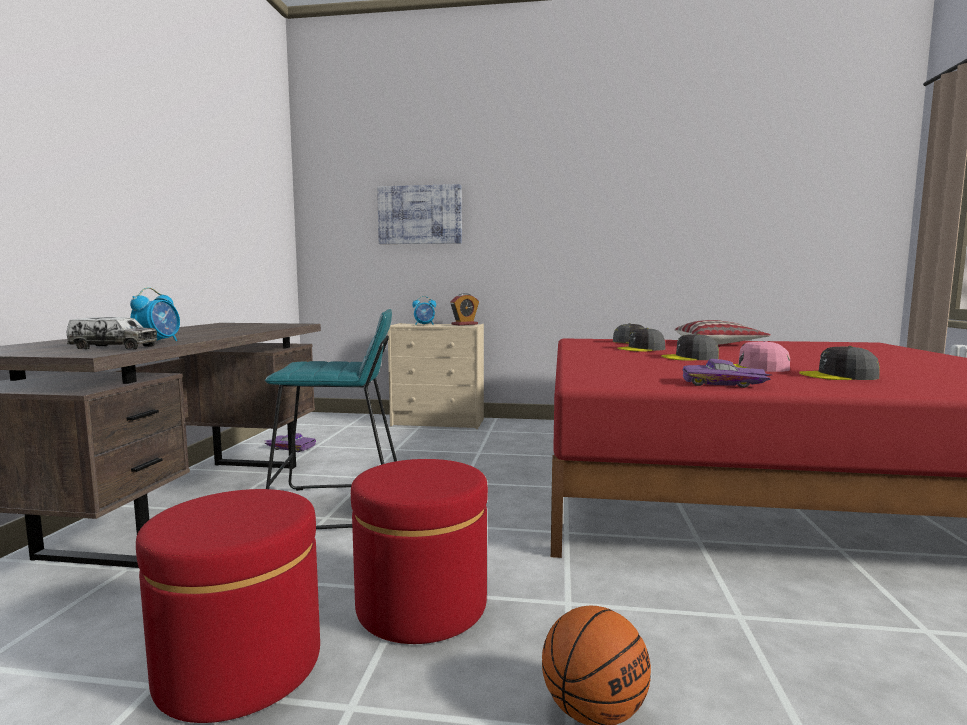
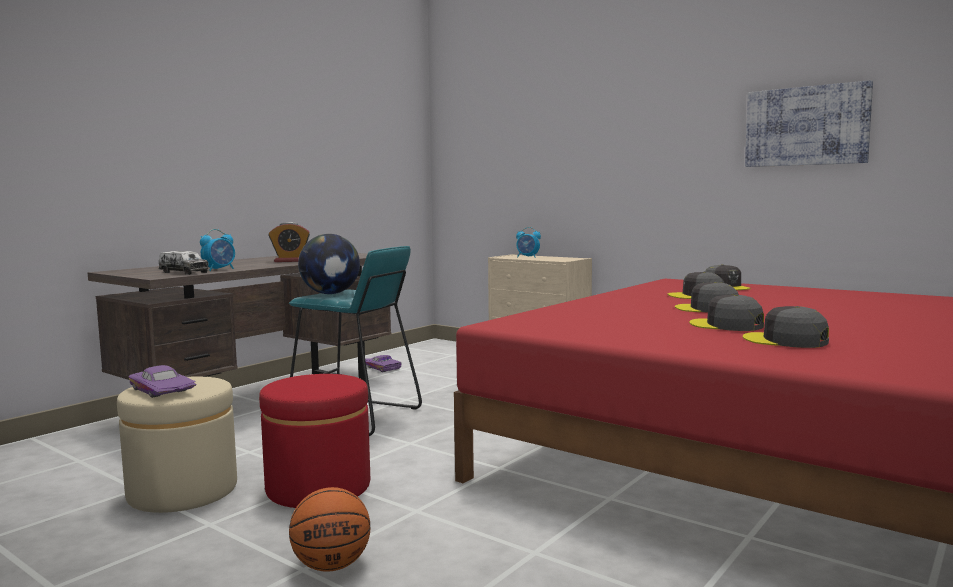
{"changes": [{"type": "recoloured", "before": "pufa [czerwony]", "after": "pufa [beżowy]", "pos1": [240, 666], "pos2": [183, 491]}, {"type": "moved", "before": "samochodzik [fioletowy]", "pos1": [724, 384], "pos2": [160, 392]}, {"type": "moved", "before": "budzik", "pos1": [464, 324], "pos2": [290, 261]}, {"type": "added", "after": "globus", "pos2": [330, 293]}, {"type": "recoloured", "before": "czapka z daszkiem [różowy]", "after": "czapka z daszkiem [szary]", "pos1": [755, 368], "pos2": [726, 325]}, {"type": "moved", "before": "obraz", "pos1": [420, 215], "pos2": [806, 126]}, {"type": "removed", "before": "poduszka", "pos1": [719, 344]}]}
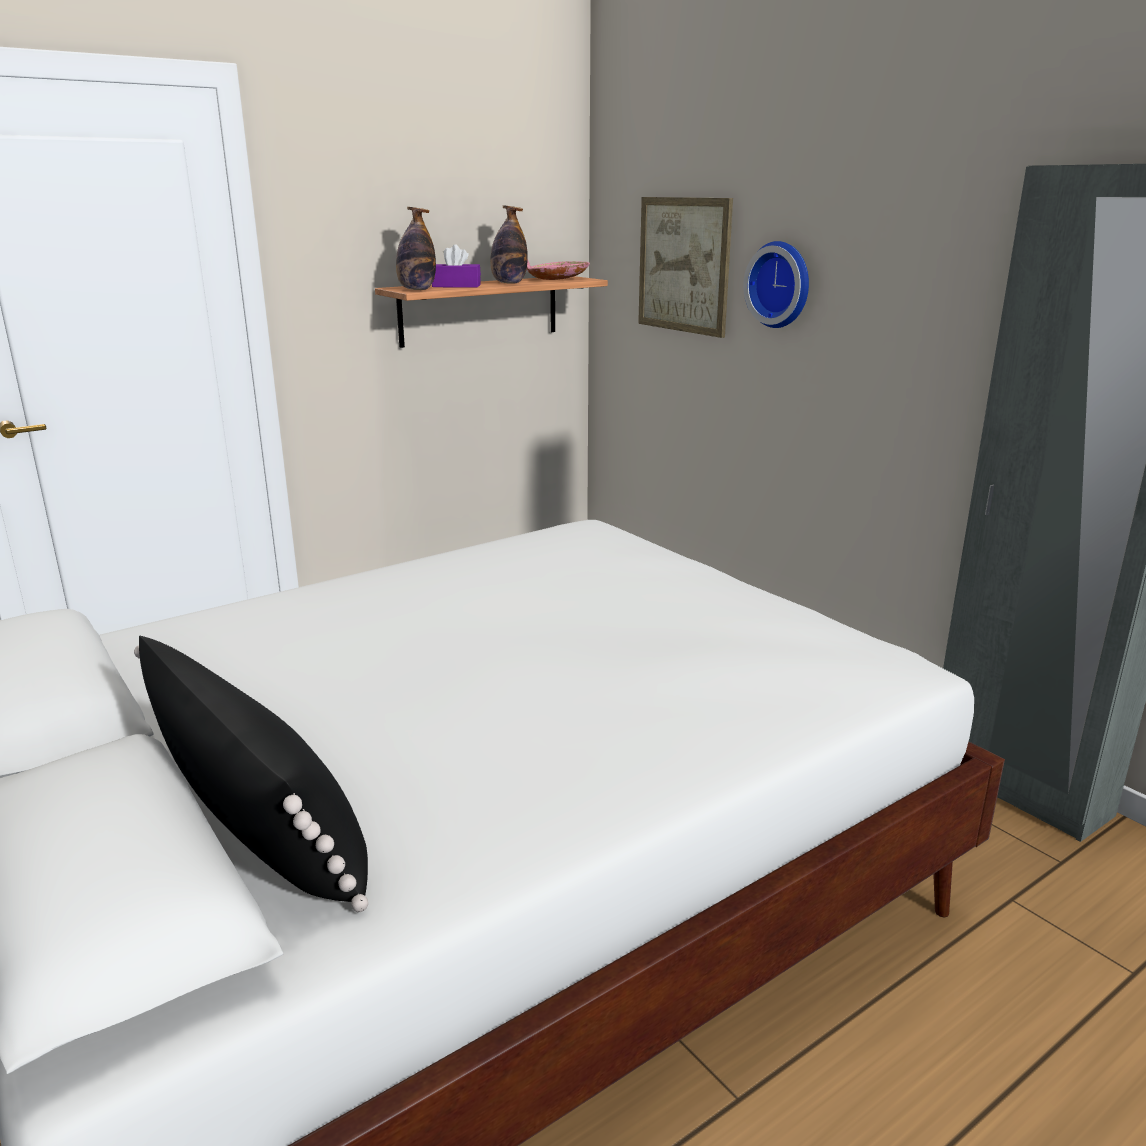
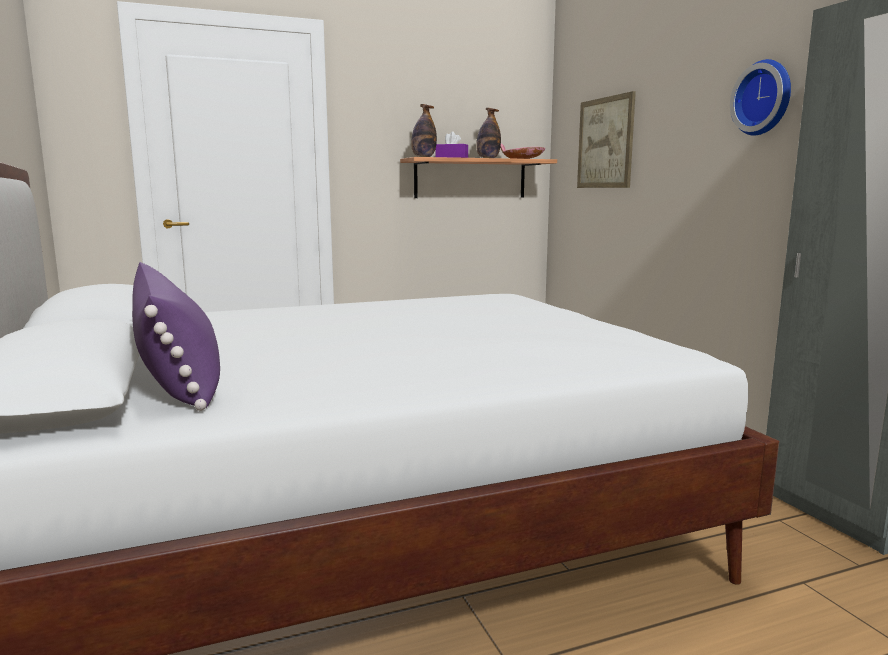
{"changes": [{"type": "recoloured", "before": "poduszka [czarny]", "after": "poduszka [fioletowy]", "pos1": [259, 823], "pos2": [178, 377]}, {"type": "moved", "before": "zegar ścienny", "pos1": [781, 284], "pos2": [765, 98]}]}
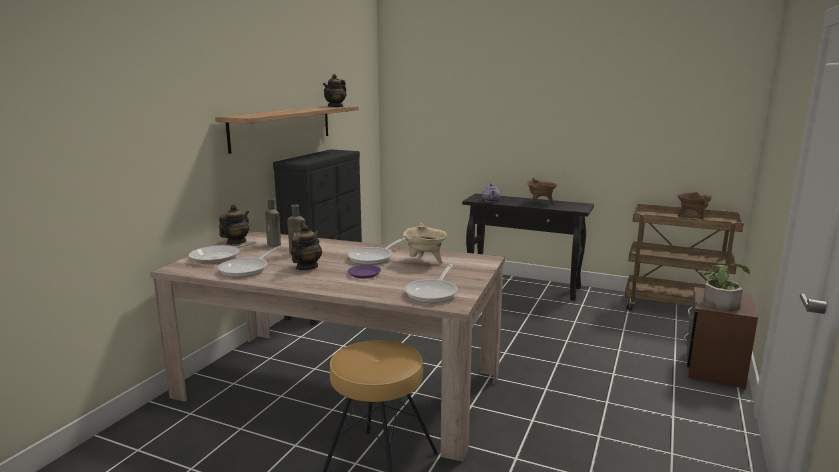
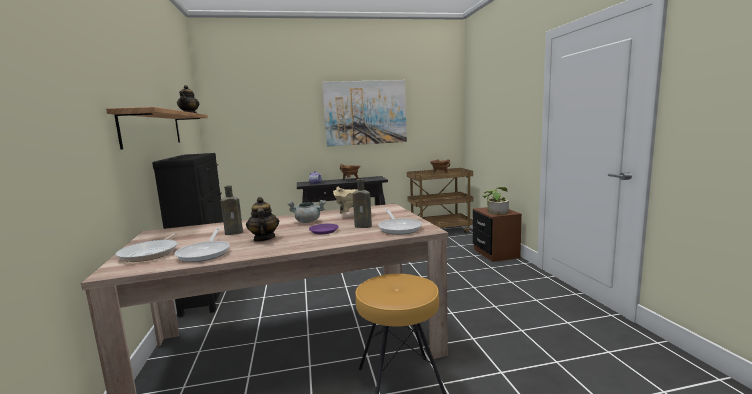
{"changes": [{"type": "replaced", "before": "patelnia", "after": "garnek [szary]", "pos1": [373, 258], "pos2": [308, 221]}, {"type": "added", "after": "obraz", "pos2": [365, 113]}, {"type": "moved", "before": "butelka [brązowy]", "pos1": [274, 245], "pos2": [364, 226]}, {"type": "removed", "before": "imbryk", "pos1": [236, 242]}]}
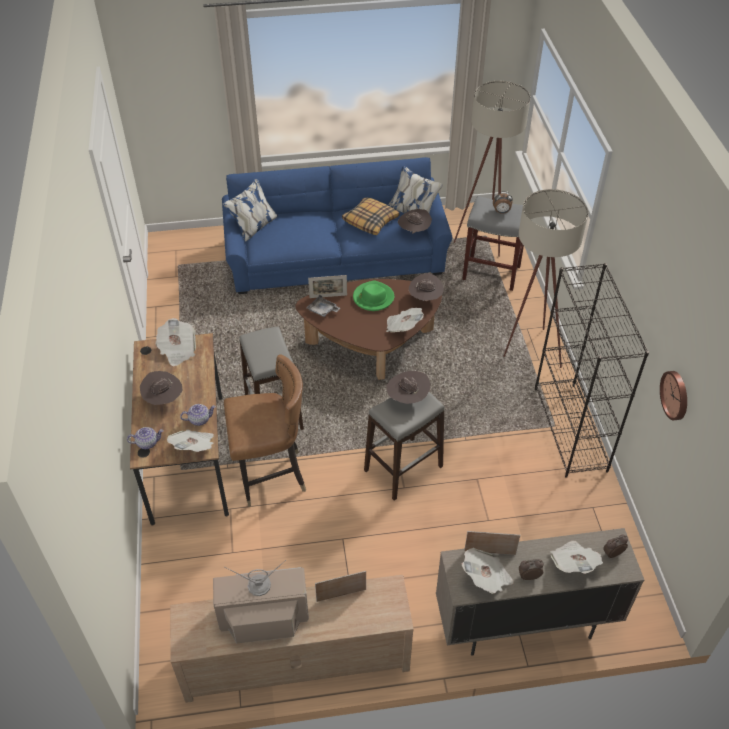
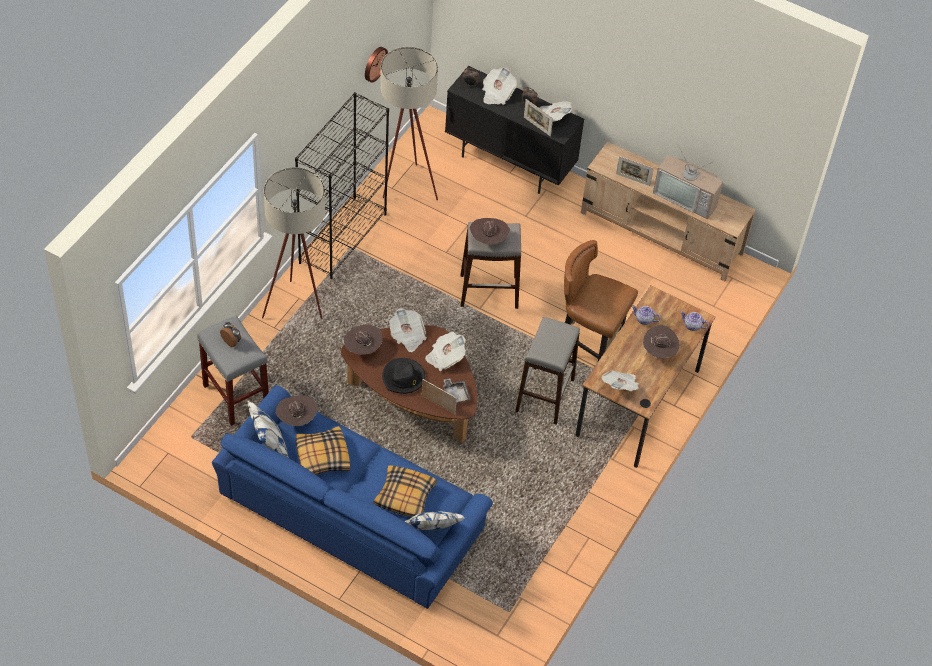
{"changes": [{"type": "added", "after": "poduszka", "pos2": [405, 496]}, {"type": "moved", "before": "lampa stojąca [beżowy]", "pos1": [483, 236], "pos2": [405, 189]}, {"type": "recoloured", "before": "kapelusz [zielony]", "after": "kapelusz [czarny]", "pos1": [373, 298], "pos2": [403, 378]}, {"type": "moved", "before": "gazeta", "pos1": [194, 447], "pos2": [445, 357]}, {"type": "recoloured", "before": "szafka [beżowy]", "after": "szafka [czarny]", "pos1": [524, 624], "pos2": [509, 164]}]}
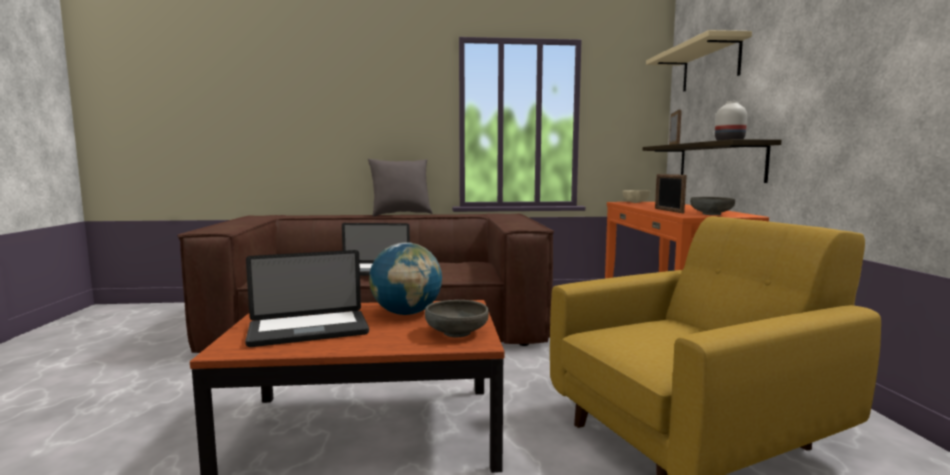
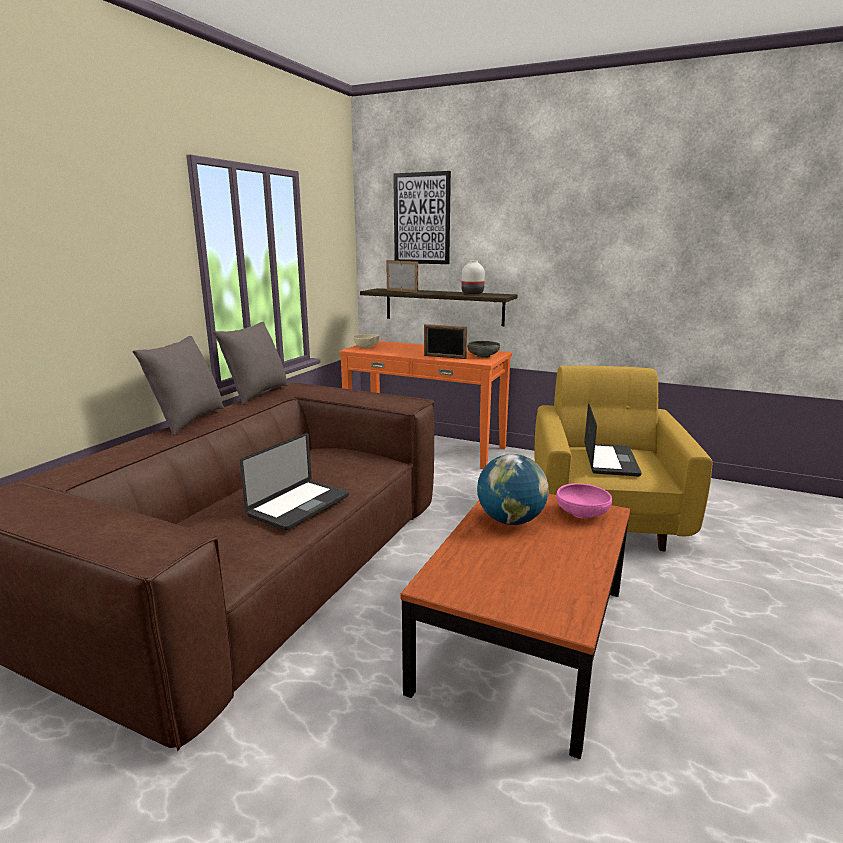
{"changes": [{"type": "added", "after": "poduszka [szary]", "pos2": [256, 394]}, {"type": "replaced", "before": "półka [beżowy]", "after": "obraz", "pos1": [710, 66], "pos2": [422, 219]}, {"type": "recoloured", "before": "miska [szary]", "after": "miska [różowy]", "pos1": [456, 333], "pos2": [582, 513]}, {"type": "moved", "before": "laptop", "pos1": [308, 330], "pos2": [610, 461]}]}
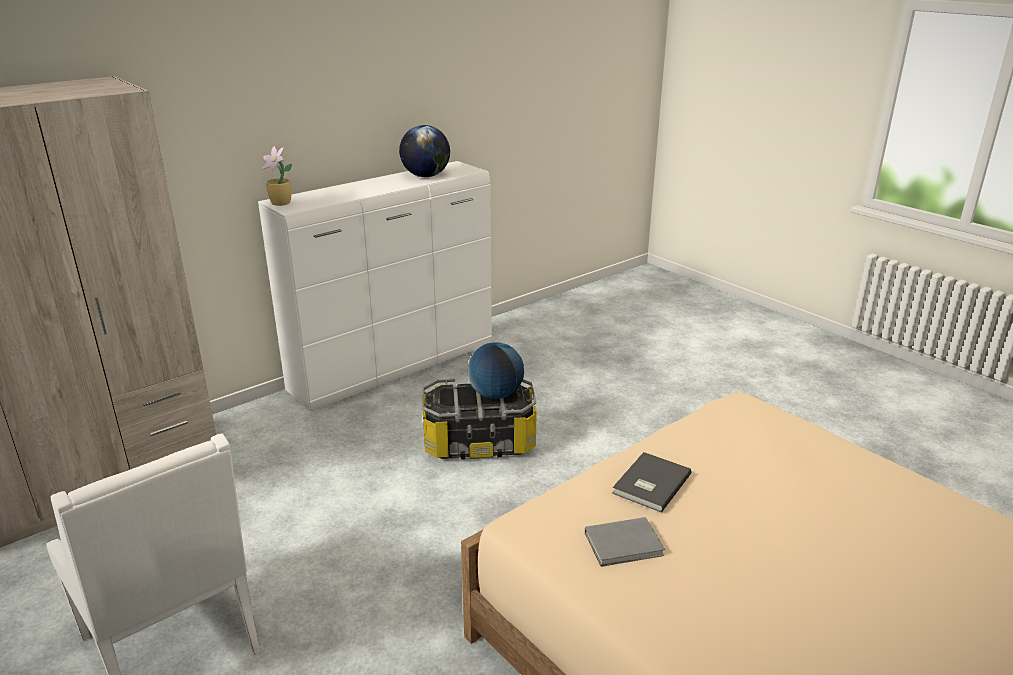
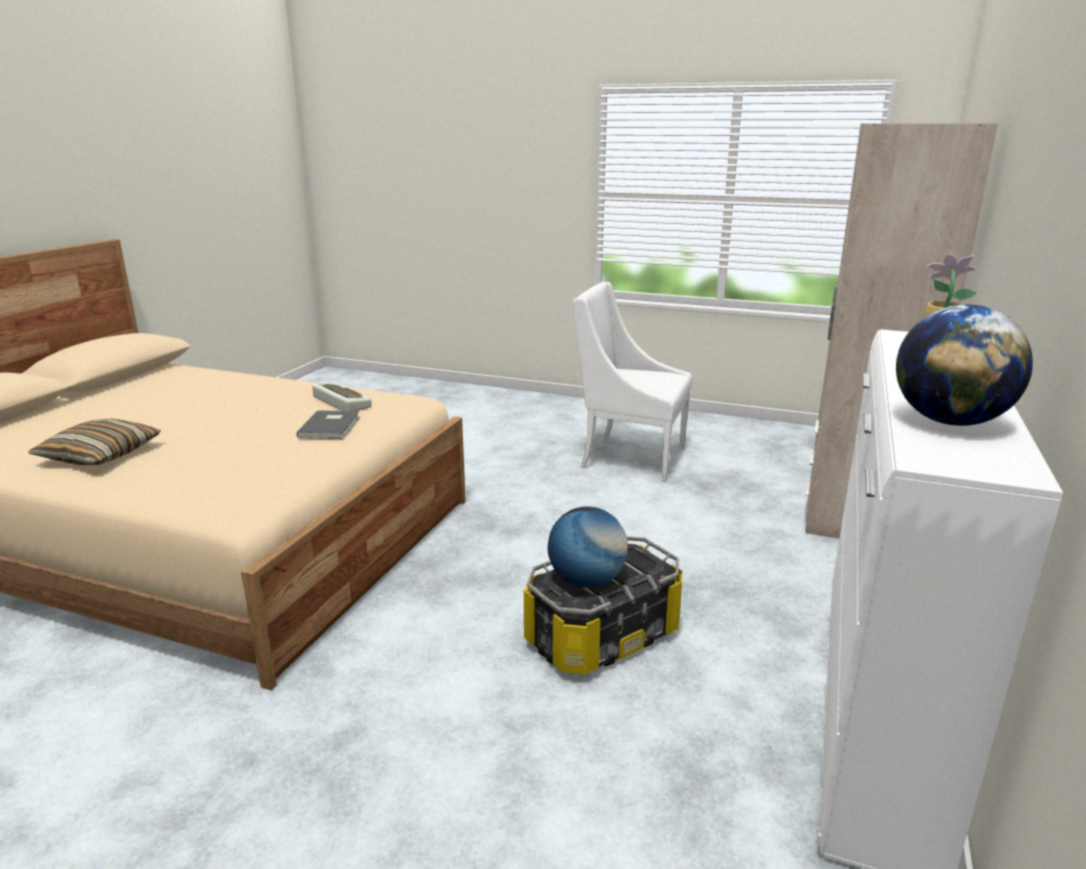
{"changes": [{"type": "added", "after": "poduszka", "pos2": [100, 455]}, {"type": "replaced", "before": "książka [szary]", "after": "klawiatura", "pos1": [625, 544], "pos2": [340, 402]}]}
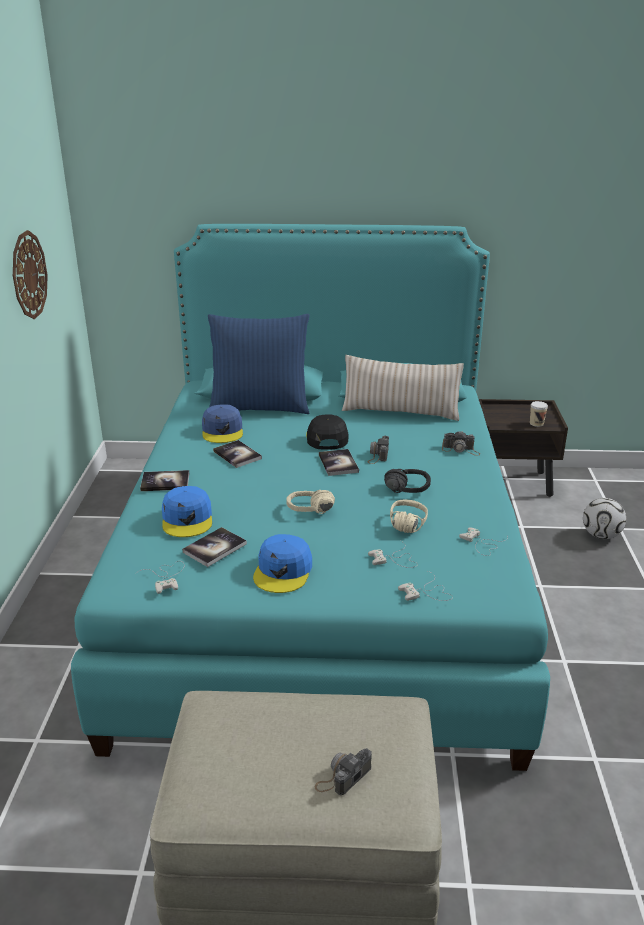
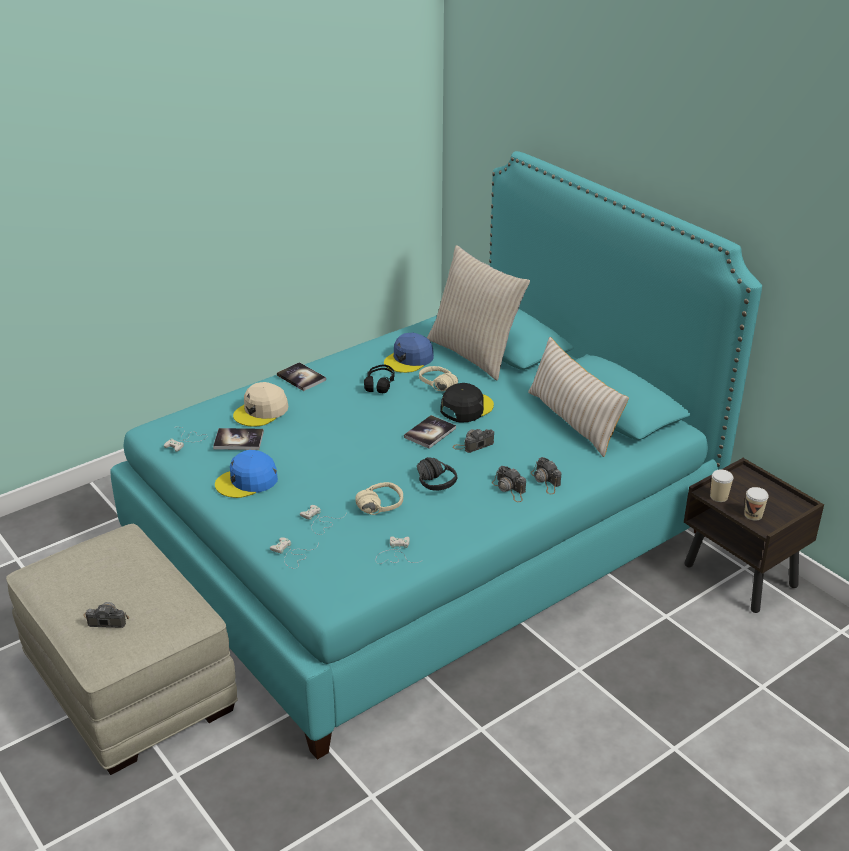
{"changes": [{"type": "recoloured", "before": "czapka z daszkiem [niebieski]", "after": "czapka z daszkiem [beżowy]", "pos1": [187, 519], "pos2": [261, 411]}, {"type": "replaced", "before": "książka", "after": "słuchawki [czarny]", "pos1": [237, 455], "pos2": [379, 384]}, {"type": "moved", "before": "słuchawki [beżowy]", "pos1": [311, 513], "pos2": [434, 387]}, {"type": "recoloured", "before": "poduszka [niebieski]", "after": "poduszka [beżowy]", "pos1": [260, 407], "pos2": [475, 354]}, {"type": "added", "after": "aparat fotograficzny", "pos2": [509, 489]}, {"type": "added", "after": "filiżanka", "pos2": [719, 497]}, {"type": "removed", "before": "zegar ścienny", "pos1": [28, 275]}, {"type": "removed", "before": "piłka futbolowa", "pos1": [600, 535]}]}
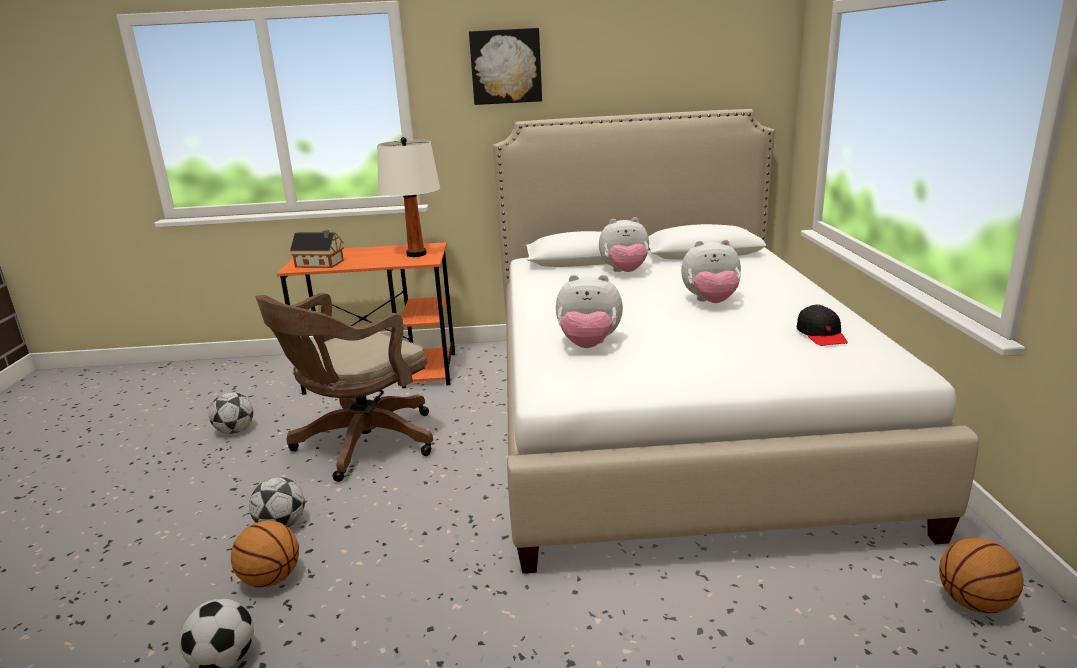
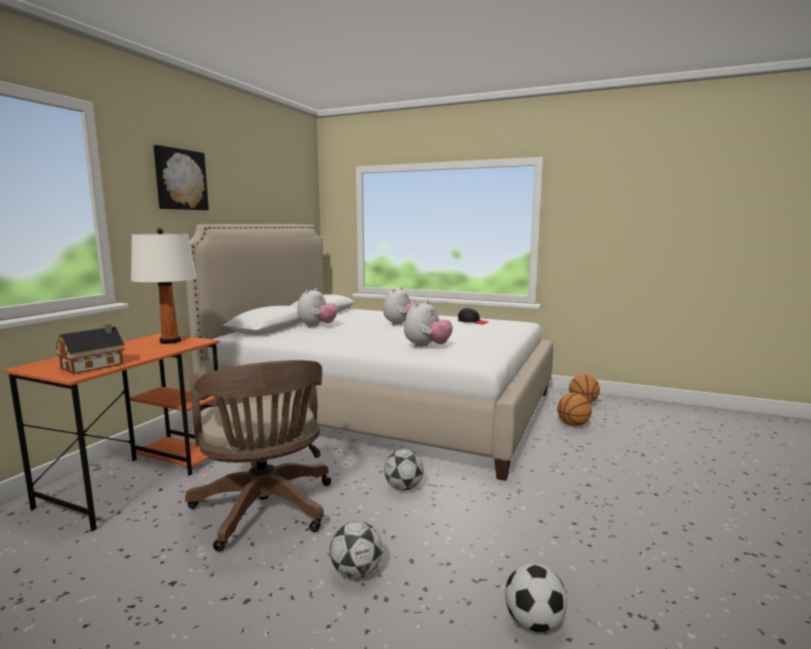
{"changes": [{"type": "moved", "before": "piłka futbolowa", "pos1": [235, 431], "pos2": [404, 487]}, {"type": "moved", "before": "piłka do koszykówki", "pos1": [270, 579], "pos2": [573, 425]}]}
